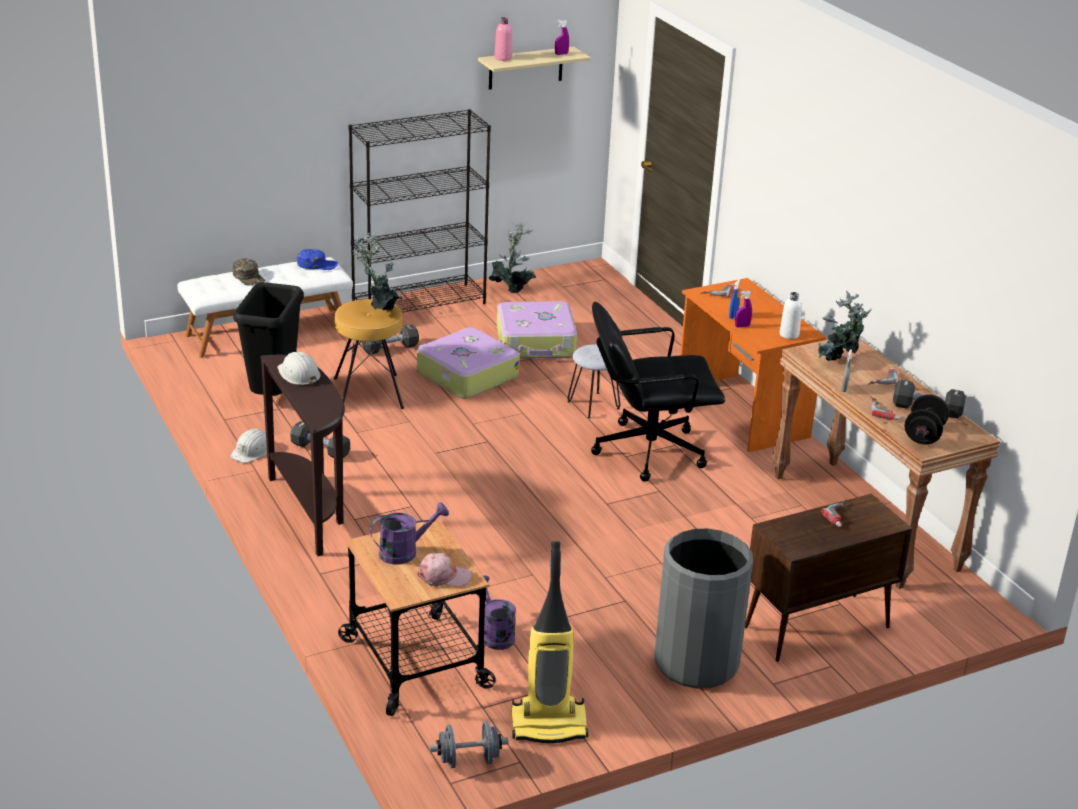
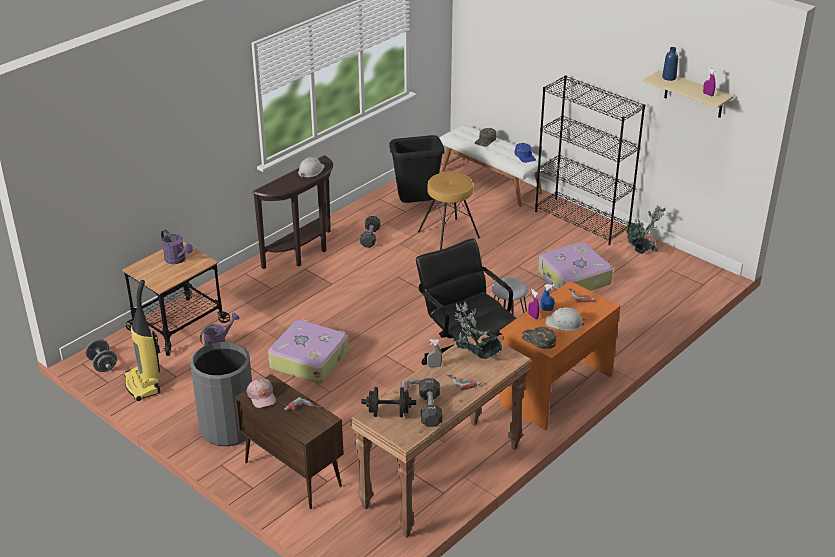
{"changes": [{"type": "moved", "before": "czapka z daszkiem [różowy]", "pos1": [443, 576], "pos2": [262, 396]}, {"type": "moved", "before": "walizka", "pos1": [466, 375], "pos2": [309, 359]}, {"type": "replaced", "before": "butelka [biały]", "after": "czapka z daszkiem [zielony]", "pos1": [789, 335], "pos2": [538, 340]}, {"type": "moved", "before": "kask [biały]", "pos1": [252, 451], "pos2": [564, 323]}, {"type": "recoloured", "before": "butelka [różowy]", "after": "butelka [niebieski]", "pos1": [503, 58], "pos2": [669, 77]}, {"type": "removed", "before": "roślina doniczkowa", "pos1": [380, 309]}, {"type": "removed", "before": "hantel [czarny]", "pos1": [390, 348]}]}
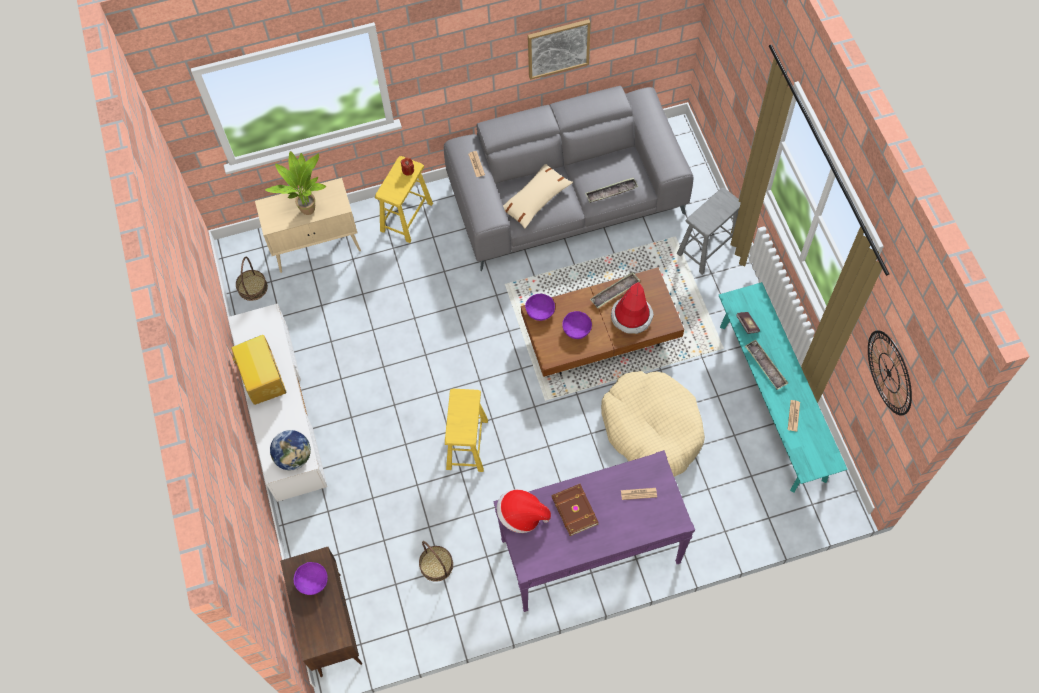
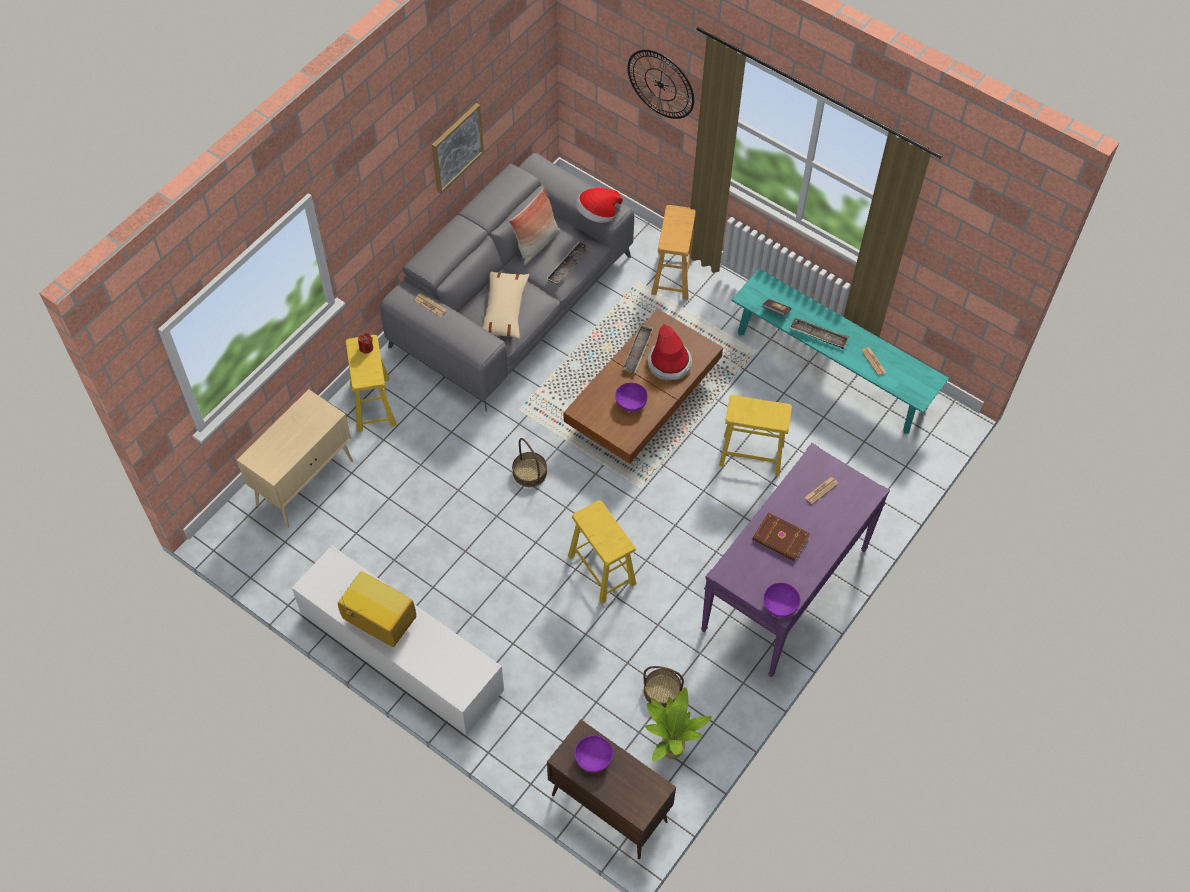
{"changes": [{"type": "added", "after": "poduszka", "pos2": [536, 244]}, {"type": "moved", "before": "koszyk", "pos1": [252, 287], "pos2": [529, 472]}, {"type": "moved", "before": "kapelusz", "pos1": [521, 515], "pos2": [597, 214]}, {"type": "moved", "before": "zegar ścienny", "pos1": [889, 372], "pos2": [660, 84]}, {"type": "moved", "before": "roślina doniczkowa", "pos1": [307, 208], "pos2": [669, 750]}, {"type": "recoloured", "before": "stołek [szary]", "after": "stołek [brązowy]", "pos1": [707, 248], "pos2": [673, 275]}, {"type": "replaced", "before": "legowisko [beżowy]", "after": "stołek [żółty]", "pos1": [652, 428], "pos2": [751, 454]}, {"type": "moved", "before": "miska [fioletowy]", "pos1": [540, 311], "pos2": [779, 605]}, {"type": "removed", "before": "globus", "pos1": [294, 457]}]}
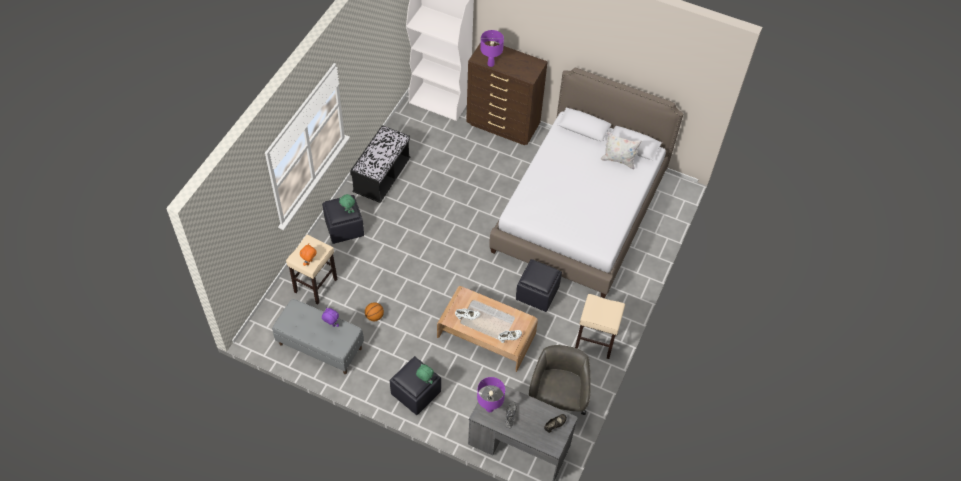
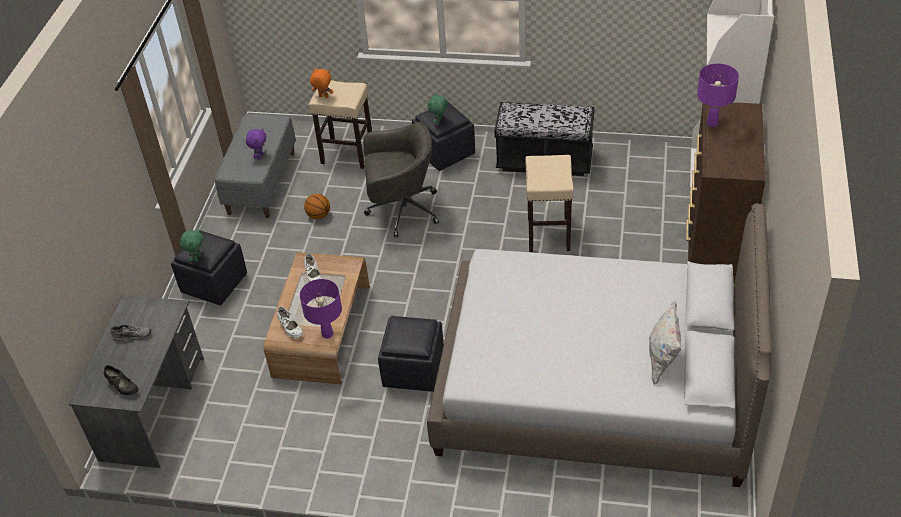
{"changes": [{"type": "moved", "before": "lampa stołowa [fioletowy]", "pos1": [489, 408], "pos2": [327, 334]}, {"type": "moved", "before": "krzesło biurowe [szary]", "pos1": [556, 403], "pos2": [401, 210]}, {"type": "moved", "before": "stołek [beżowy]", "pos1": [595, 342], "pos2": [549, 234]}]}
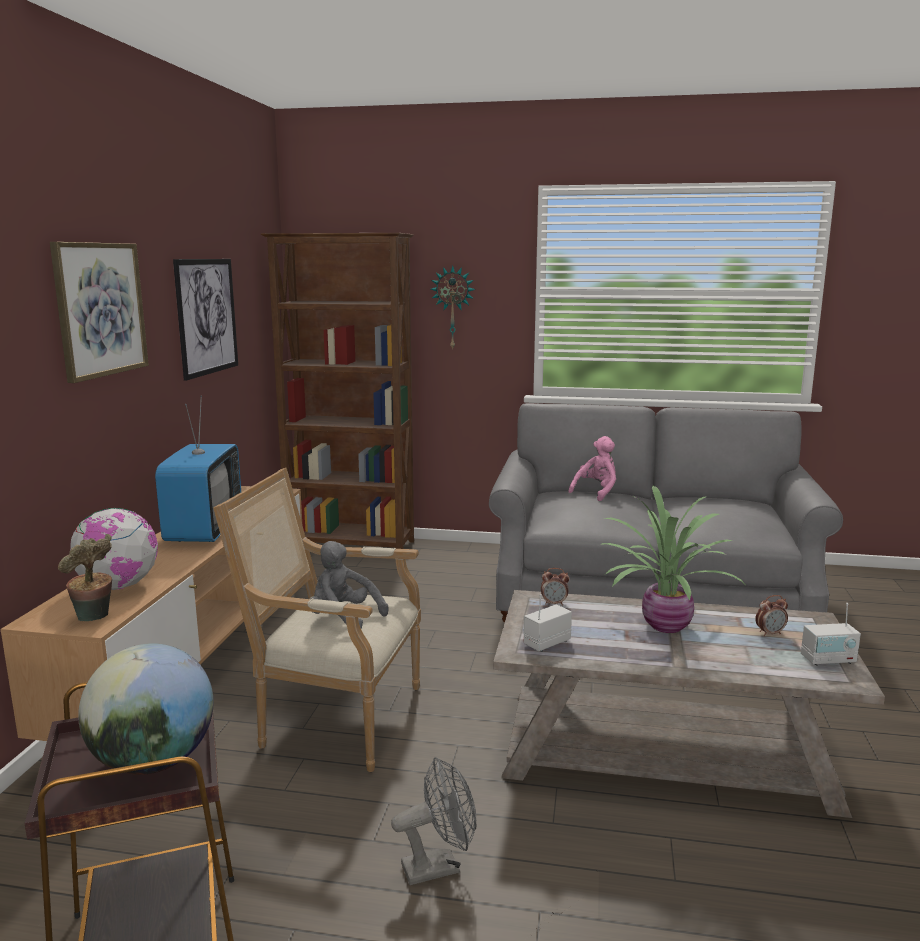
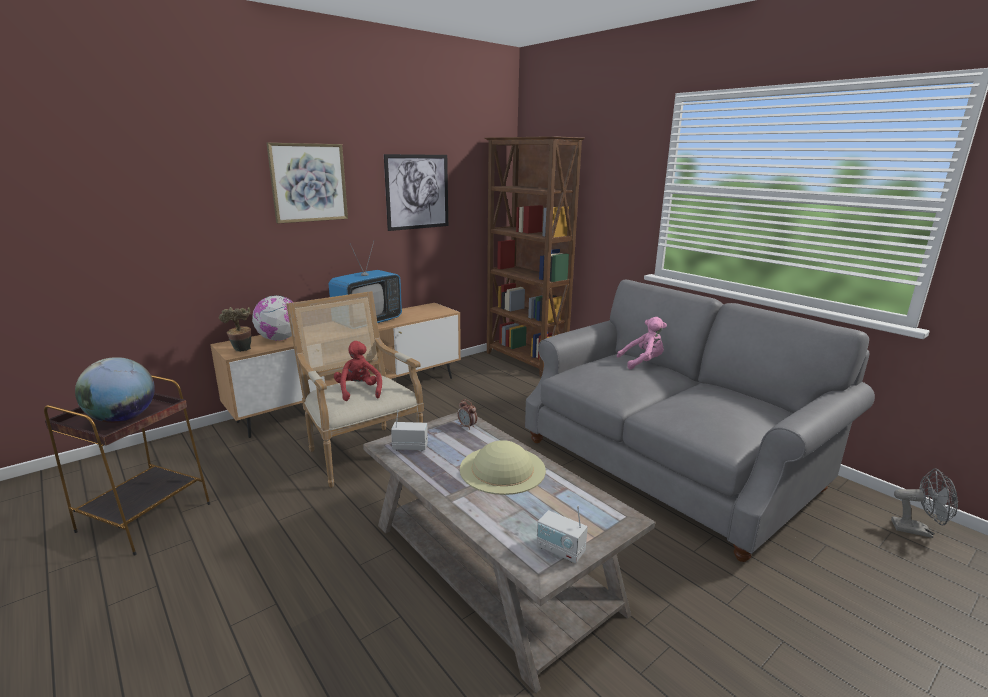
{"changes": [{"type": "recoloured", "before": "pluszak [szary]", "after": "pluszak [czerwony]", "pos1": [343, 618], "pos2": [359, 391]}, {"type": "replaced", "before": "roślina doniczkowa", "after": "kapelusz [beżowy]", "pos1": [664, 625], "pos2": [502, 469]}, {"type": "moved", "before": "wentylator [szary]", "pos1": [439, 866], "pos2": [917, 530]}, {"type": "removed", "before": "zegar ścienny", "pos1": [453, 308]}, {"type": "removed", "before": "budzik", "pos1": [770, 633]}]}
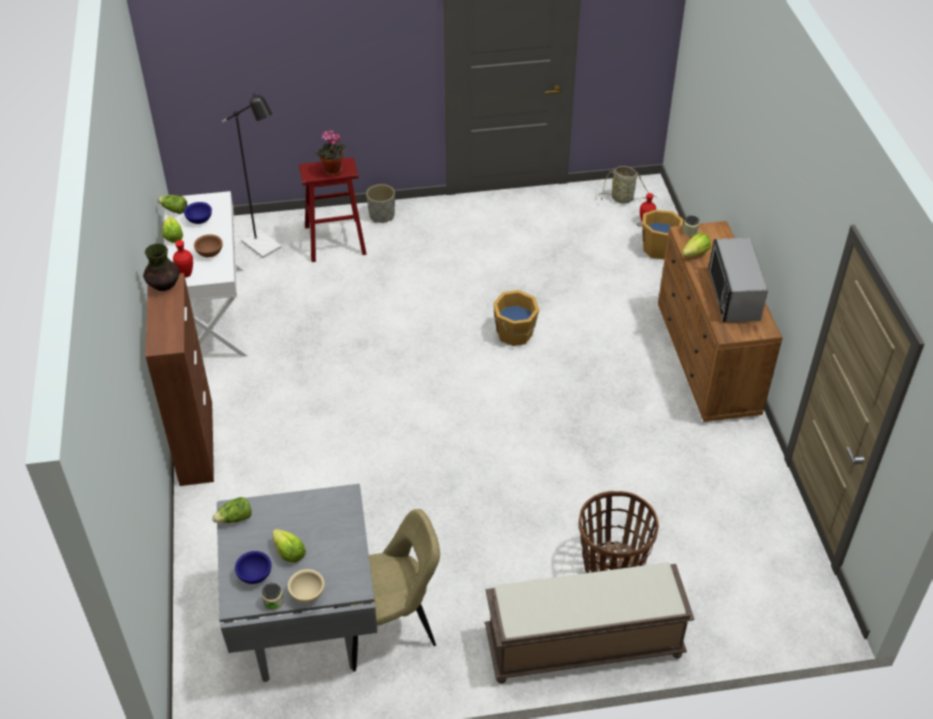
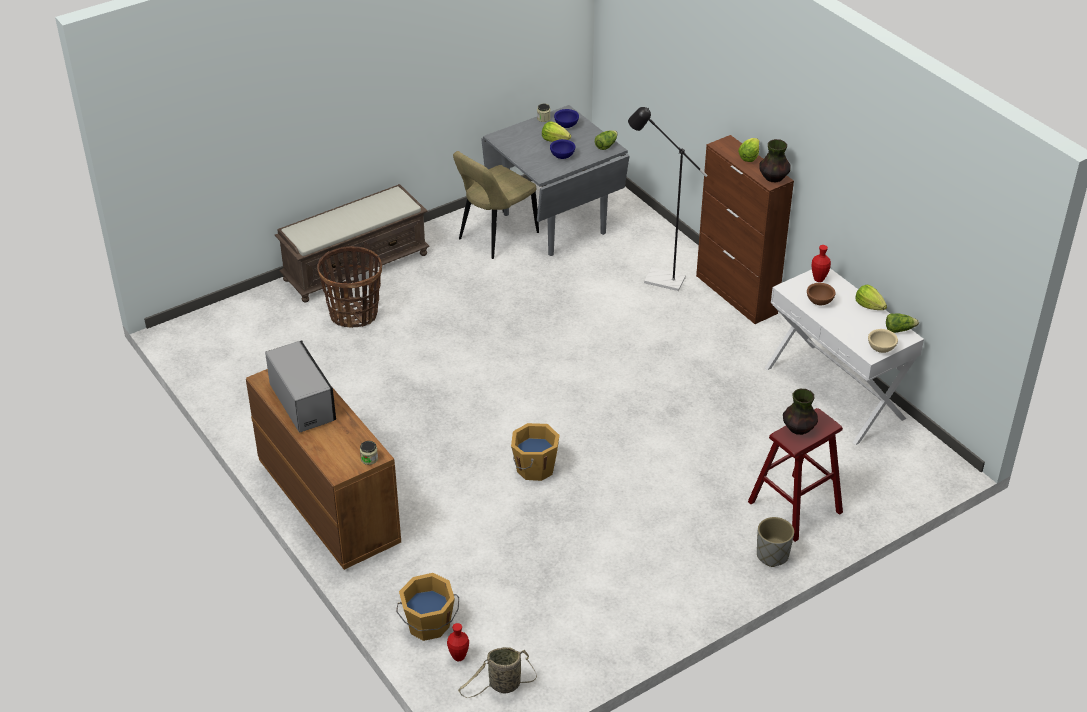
{"changes": [{"type": "moved", "before": "miska [niebieski]", "pos1": [199, 221], "pos2": [562, 156]}, {"type": "moved", "before": "lampa stojąca [czarny]", "pos1": [266, 248], "pos2": [657, 278]}, {"type": "moved", "before": "sałata", "pos1": [695, 254], "pos2": [749, 157]}, {"type": "replaced", "before": "roślina doniczkowa", "after": "wazon", "pos1": [332, 171], "pos2": [798, 428]}, {"type": "moved", "before": "miska [beżowy]", "pos1": [307, 594], "pos2": [881, 348]}]}
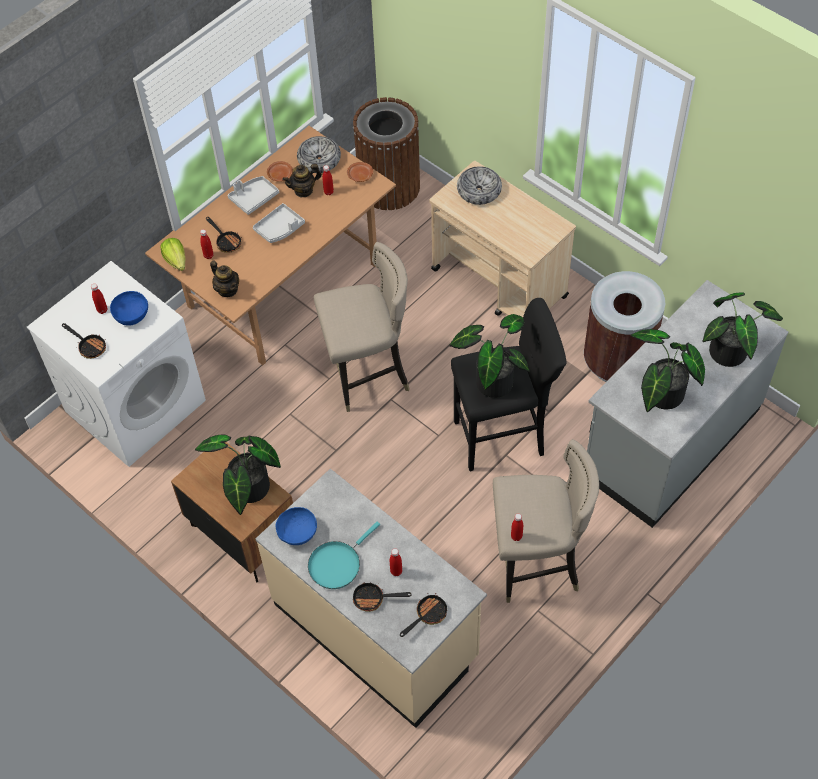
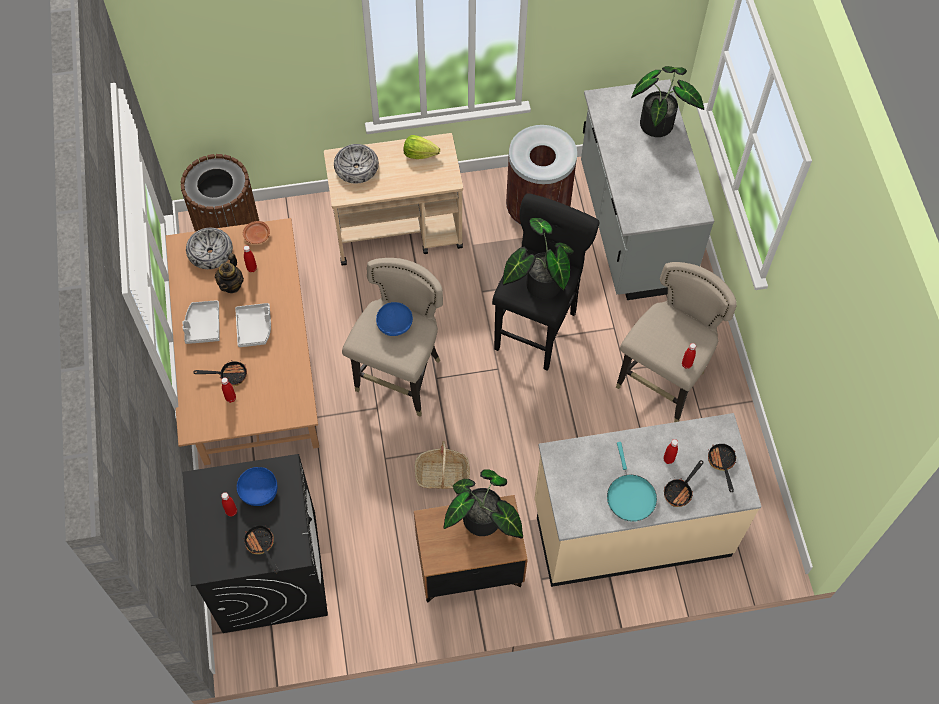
{"changes": [{"type": "recoloured", "before": "pralka [biały]", "after": "pralka [czarny]", "pos1": [135, 405], "pos2": [269, 570]}, {"type": "turned", "before": "patelnia", "pos1": [89, 346], "pos2": [261, 545], "turn": -105}, {"type": "moved", "before": "miska [niebieski]", "pos1": [297, 533], "pos2": [395, 325]}, {"type": "moved", "before": "sałata", "pos1": [176, 260], "pos2": [420, 154]}, {"type": "added", "after": "koszyk", "pos2": [442, 475]}, {"type": "removed", "before": "imbryk", "pos1": [227, 290]}, {"type": "removed", "before": "talerz [brązowy]", "pos1": [280, 174]}, {"type": "removed", "before": "roślina doniczkowa", "pos1": [660, 396]}]}
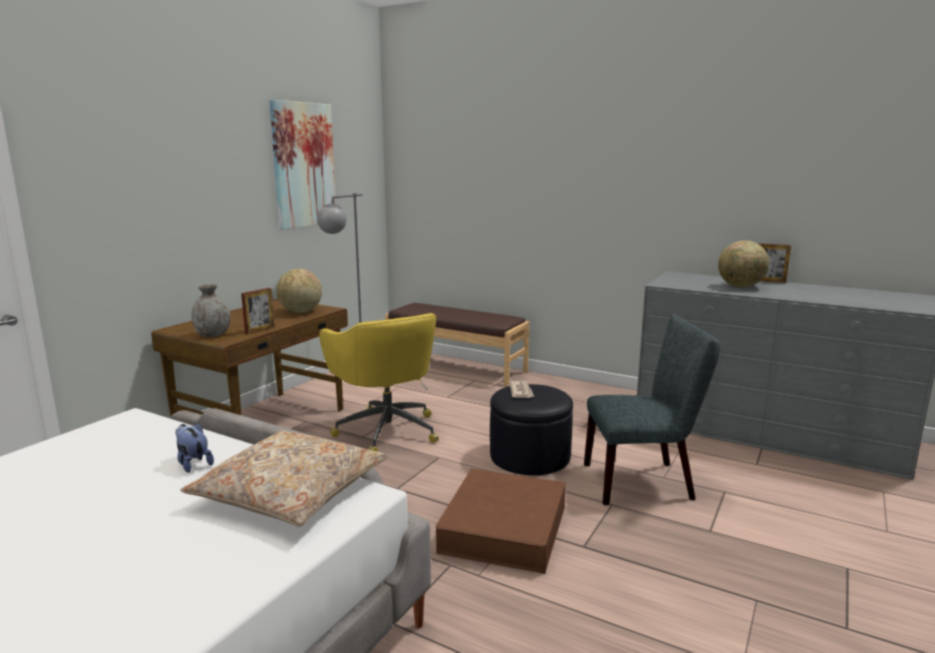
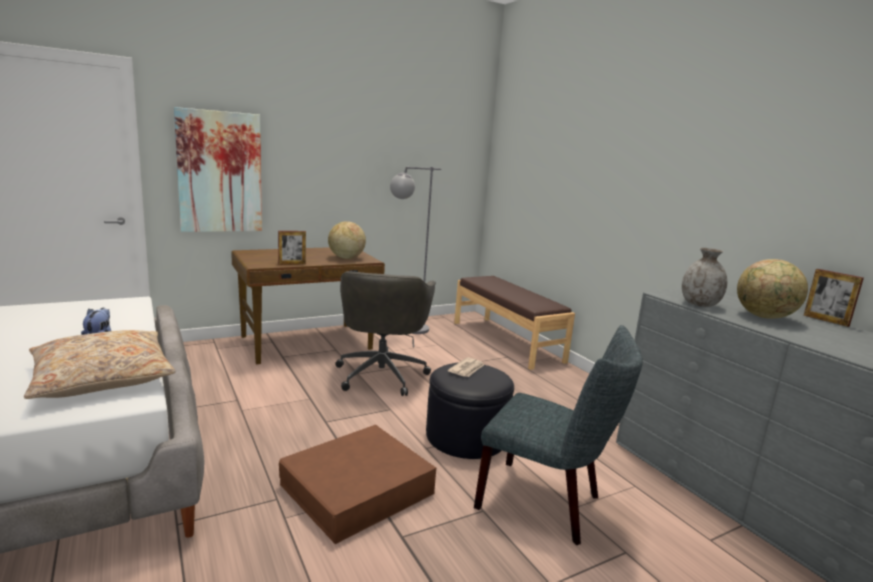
{"changes": [{"type": "moved", "before": "obraz", "pos1": [304, 165], "pos2": [220, 172]}, {"type": "recoloured", "before": "krzesło biurowe [żółty]", "after": "krzesło biurowe [szary]", "pos1": [386, 429], "pos2": [381, 374]}, {"type": "moved", "before": "wazon [szary]", "pos1": [212, 335], "pos2": [699, 304]}]}
